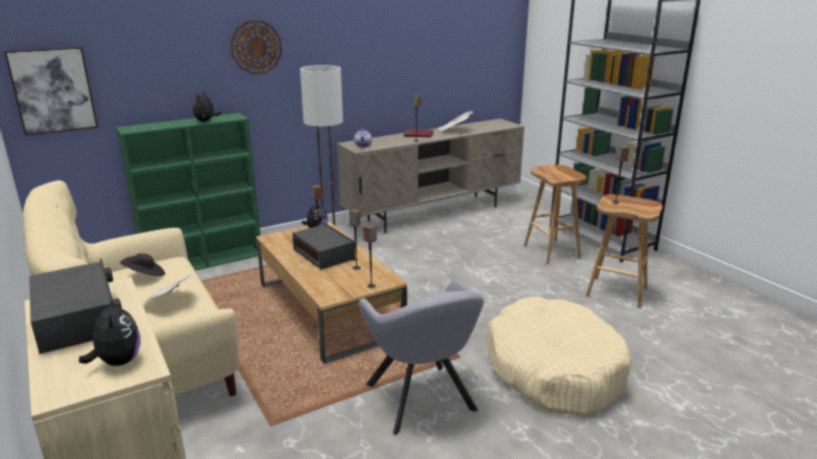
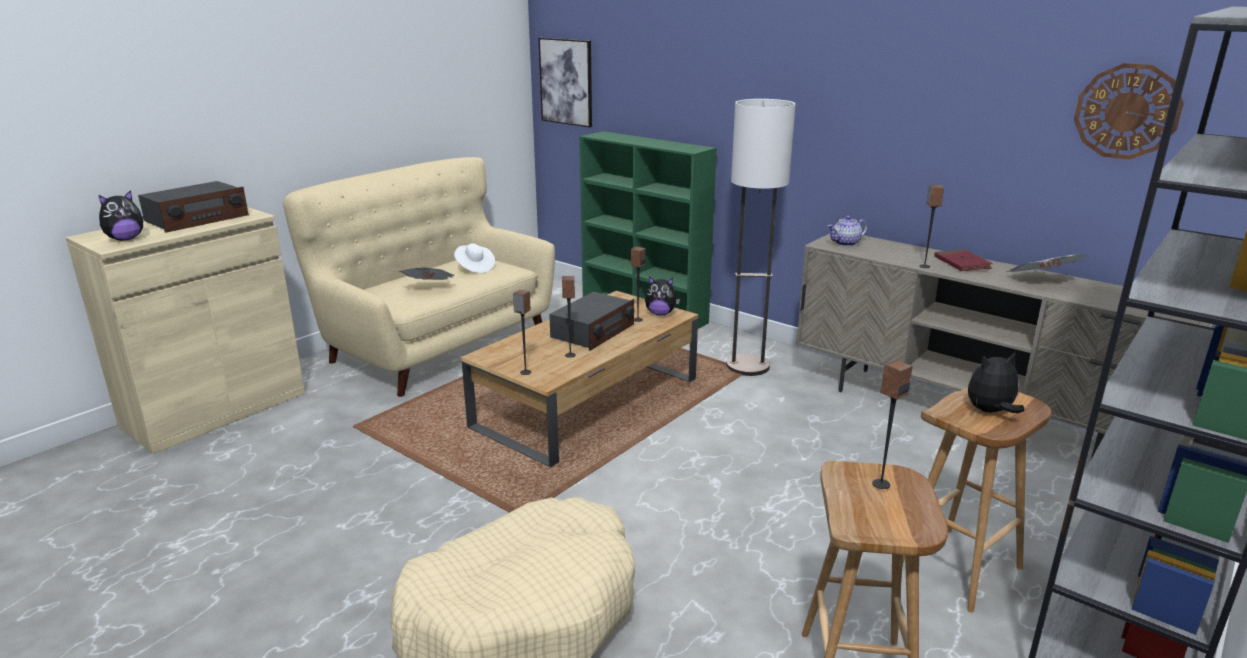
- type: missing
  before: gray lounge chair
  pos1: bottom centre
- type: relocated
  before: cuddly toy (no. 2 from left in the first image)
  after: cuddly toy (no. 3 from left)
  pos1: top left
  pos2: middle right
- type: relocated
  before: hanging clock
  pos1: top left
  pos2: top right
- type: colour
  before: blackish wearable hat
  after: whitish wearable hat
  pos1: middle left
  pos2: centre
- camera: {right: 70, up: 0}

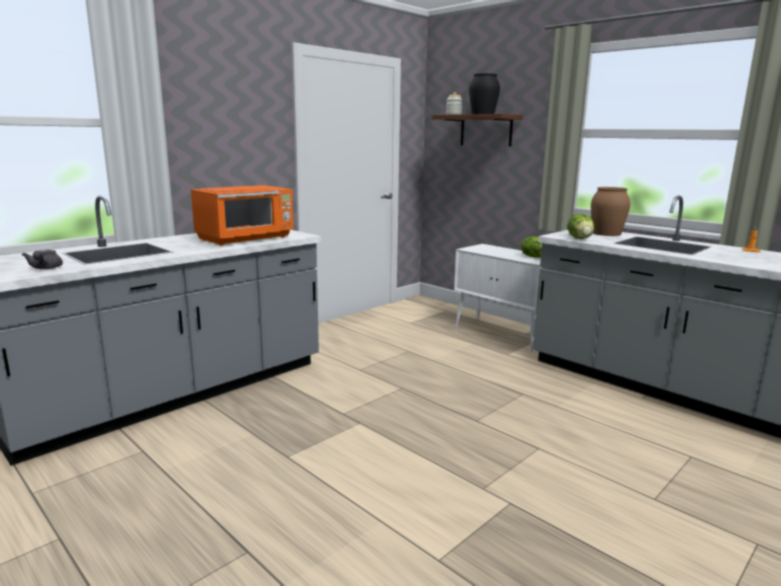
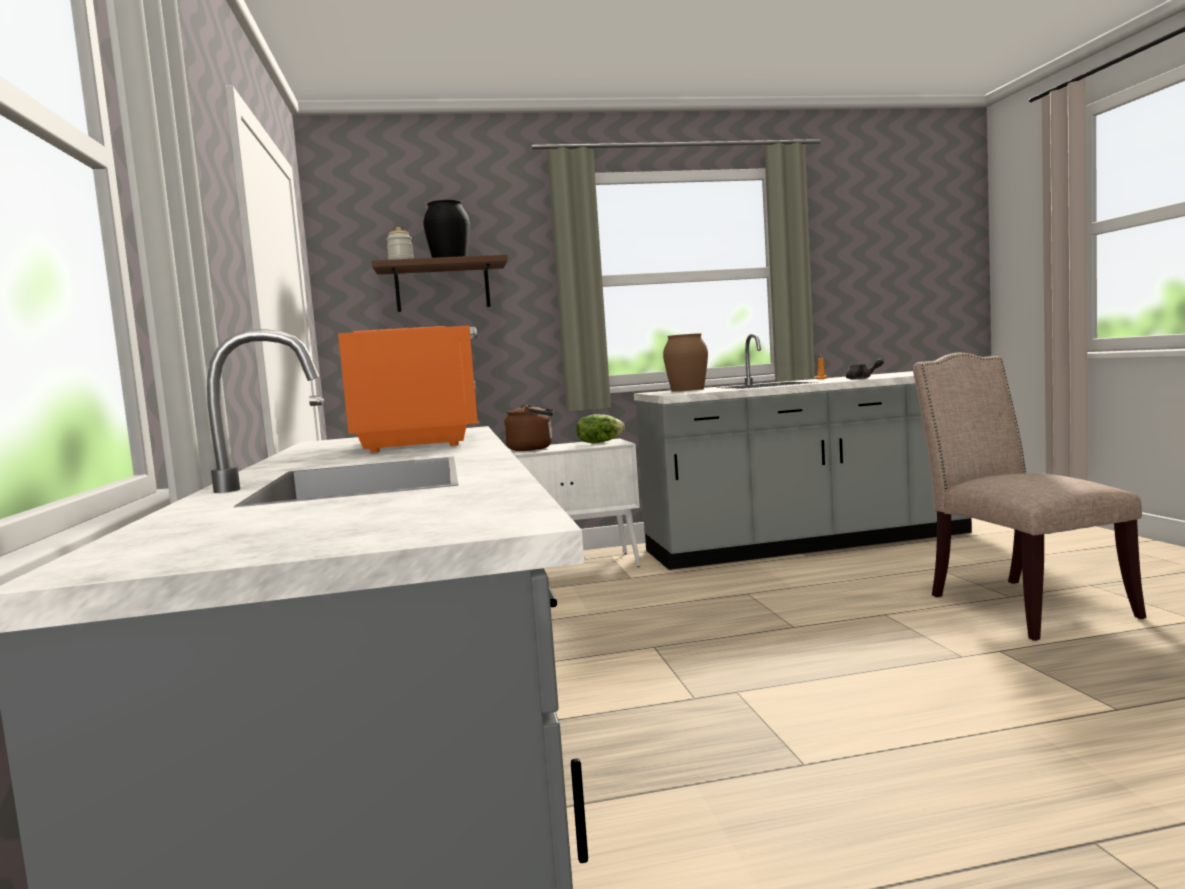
- type: missing
  before: head of lettuce (no. 2 from left)
  pos1: middle right
- type: appeared
  after: brown-coloured tea kettle
  pos2: centre
- type: appeared
  after: sand-coloured chair
  pos2: middle right
- type: relocated
  before: gray teapot
  pos1: middle left
  pos2: middle right
- camera: {right: -55, up: -10}

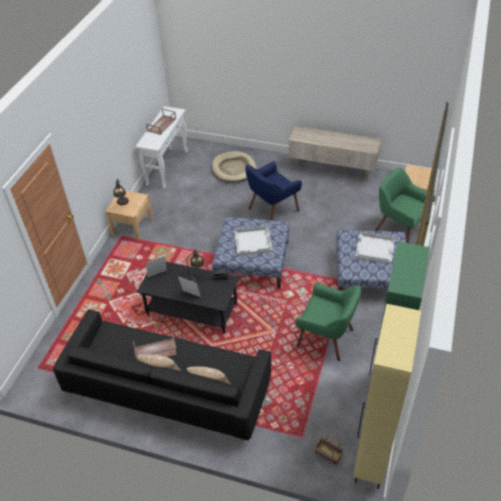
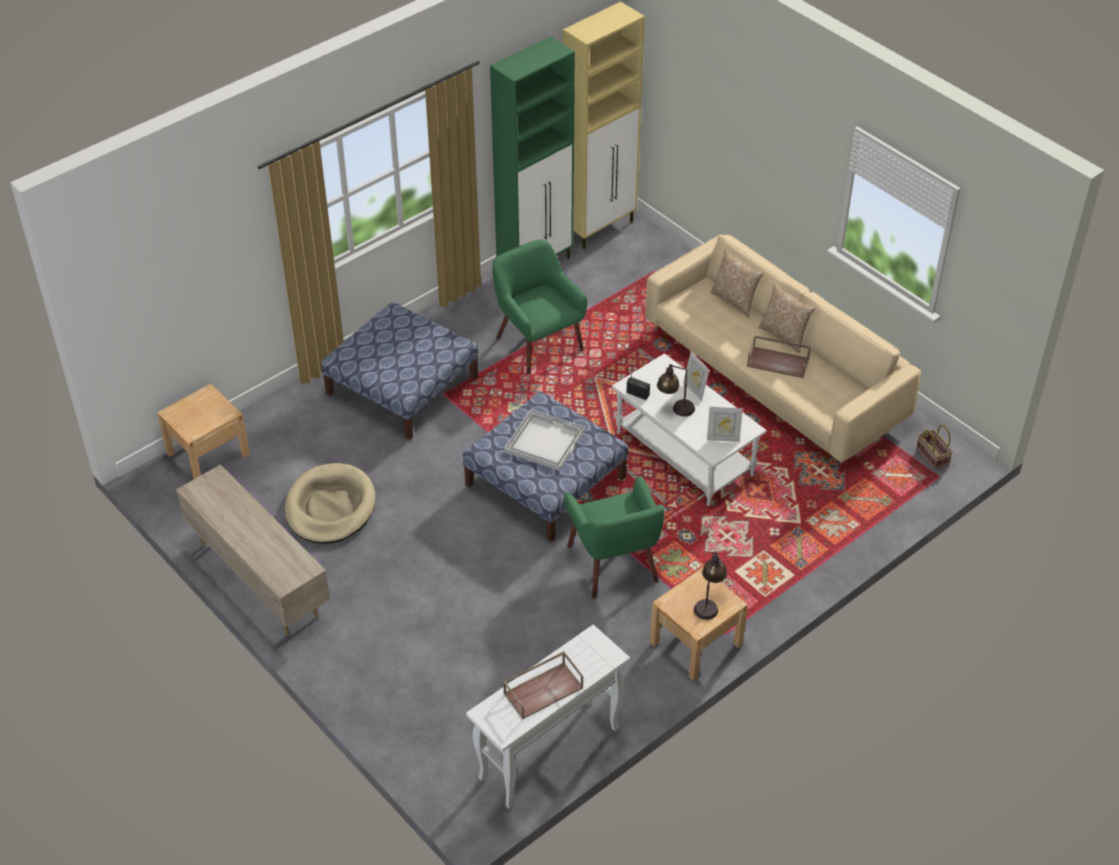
- type: missing
  before: blue-coloured lounge chair
  pos1: centre
- type: missing
  before: whitish serving tray (no. 2 from left)
  pos1: middle right
- type: relocated
  before: sand-coloured pet bed
  pos1: top centre
  pos2: middle left
- type: relocated
  before: household basket
  pos1: bottom centre
  pos2: middle right
- type: relocated
  before: green lounge chair (no. 2 from left)
  pos1: middle right
  pos2: centre
- type: colour
  before: blackish settee
  after: sand-coloured settee
  pos1: bottom left
  pos2: middle right
- type: colour
  before: blackish coffee table
  after: whitish coffee table
  pos1: centre
  pos2: centre
- camera: {right: -150, up: 0}

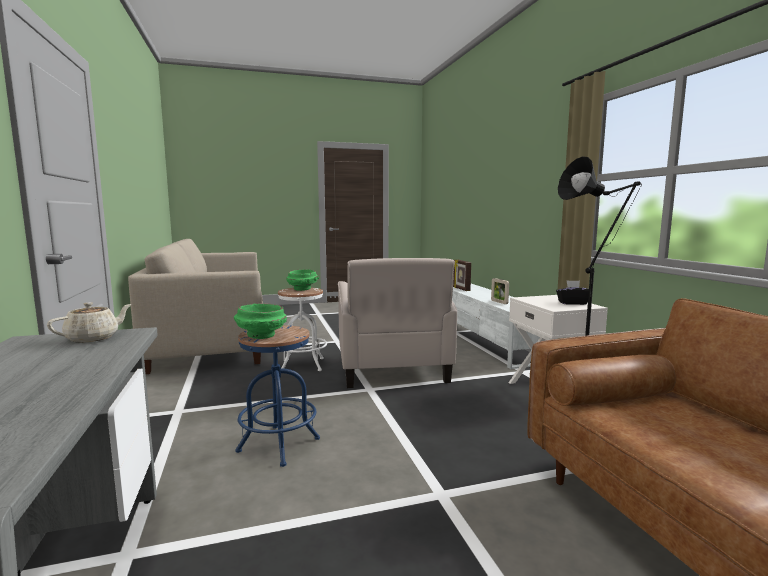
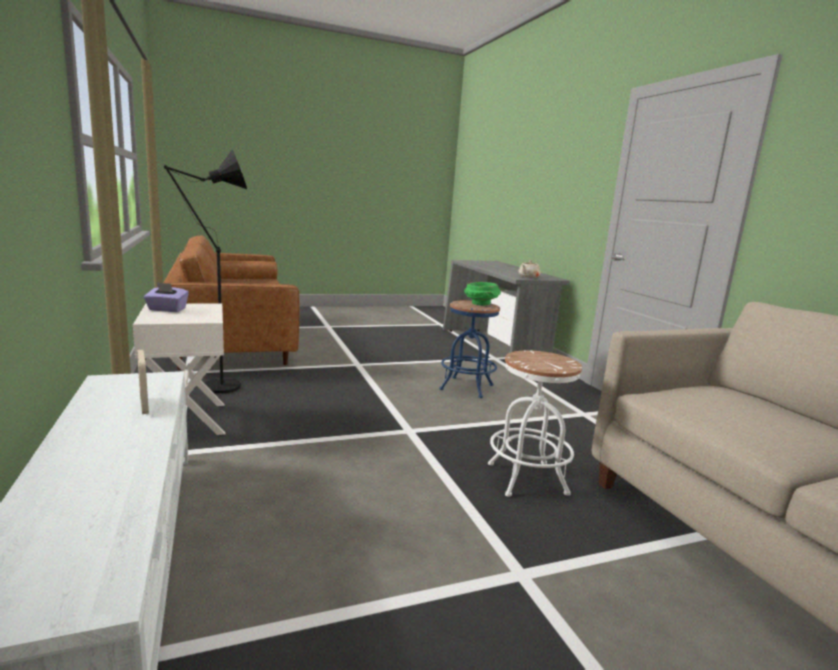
- type: missing
  before: green deep dish (no. 2 from left)
  pos1: centre
- type: missing
  before: sand-coloured lounge chair
  pos1: centre
- type: missing
  before: photo frame (no. 1 from left)
  pos1: centre
- type: colour
  before: blackish tissue holder
  after: purple-coloured tissue holder
  pos1: middle right
  pos2: middle left
- camera: {right: 175, up: 5}

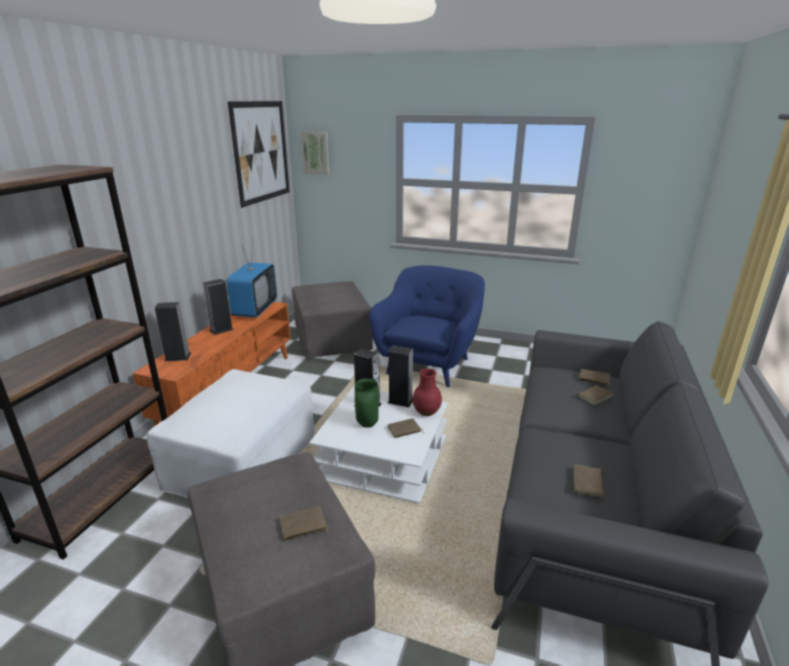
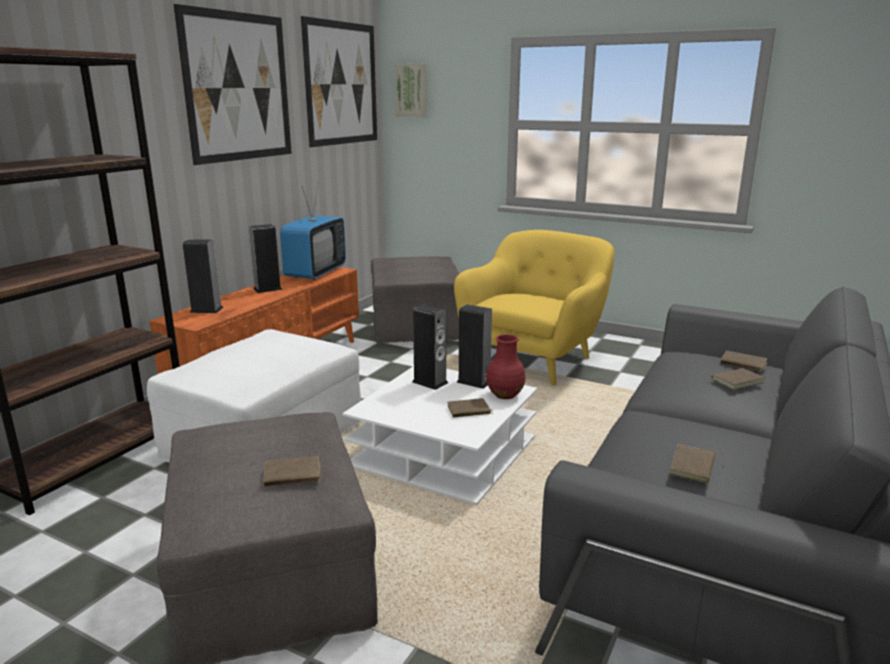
- type: missing
  before: green vase
  pos1: centre
- type: appeared
  after: wall picture (no. 1 from left)
  pos2: top left
- type: colour
  before: blue-coloured lounge chair
  after: yellow lounge chair
  pos1: centre
  pos2: centre
- camera: {right: 10, up: -5}

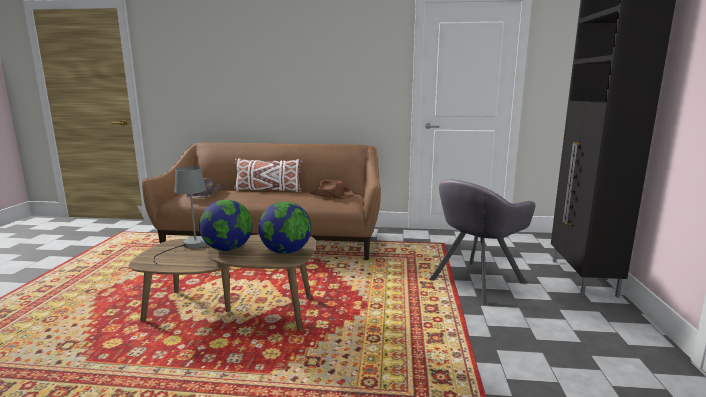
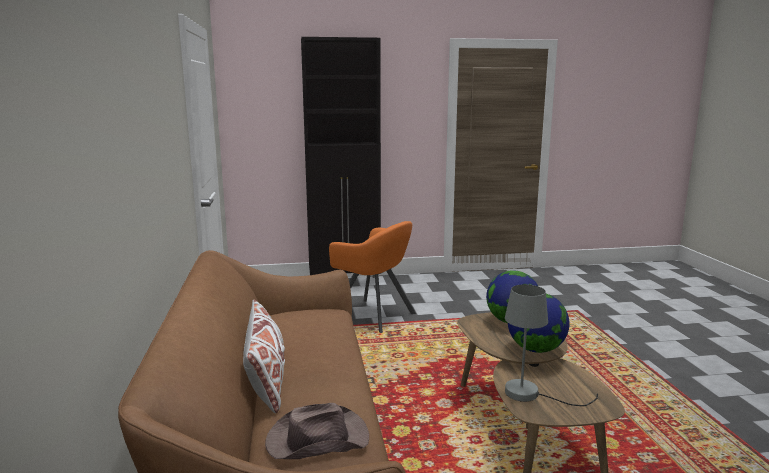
- type: missing
  before: brown-coloured wearable hat (no. 2 from left)
  pos1: centre
- type: colour
  before: gray lounge chair
  after: orange lounge chair
  pos1: middle right
  pos2: centre
- camera: {right: -105, up: 0}

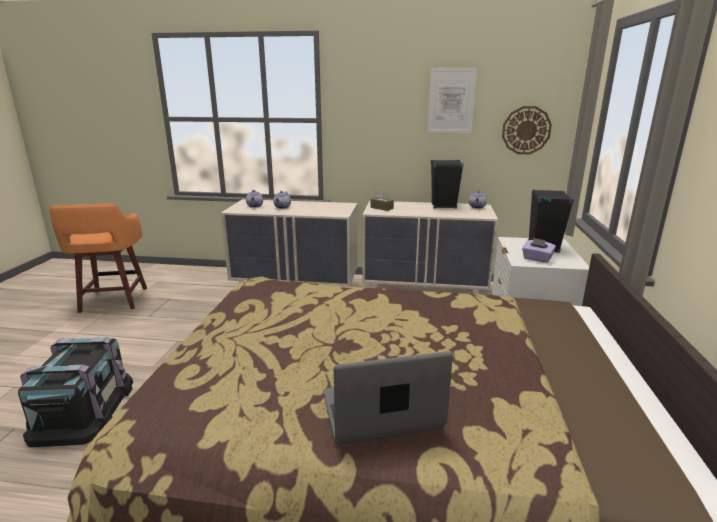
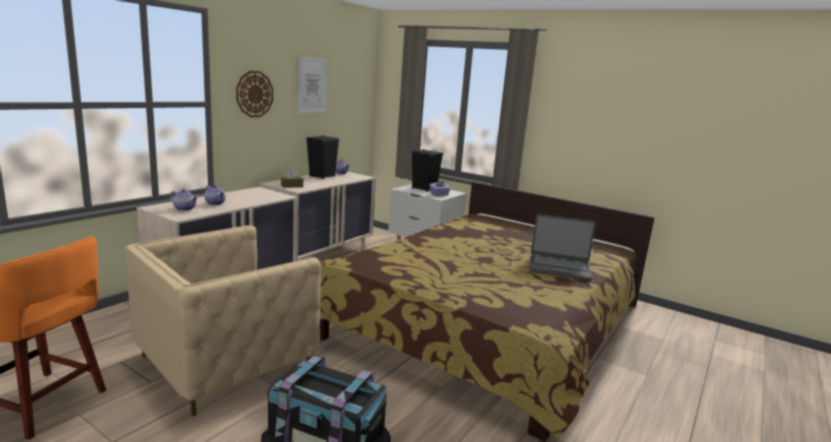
- type: appeared
  after: sand-coloured lounge chair
  pos2: bottom left
- type: relocated
  before: hanging clock
  pos1: top right
  pos2: top left
- type: spun
  before: notebook computer
  pos1: bottom centre
  pos2: middle right
  turn: -90
- camera: {right: -65, up: -5}

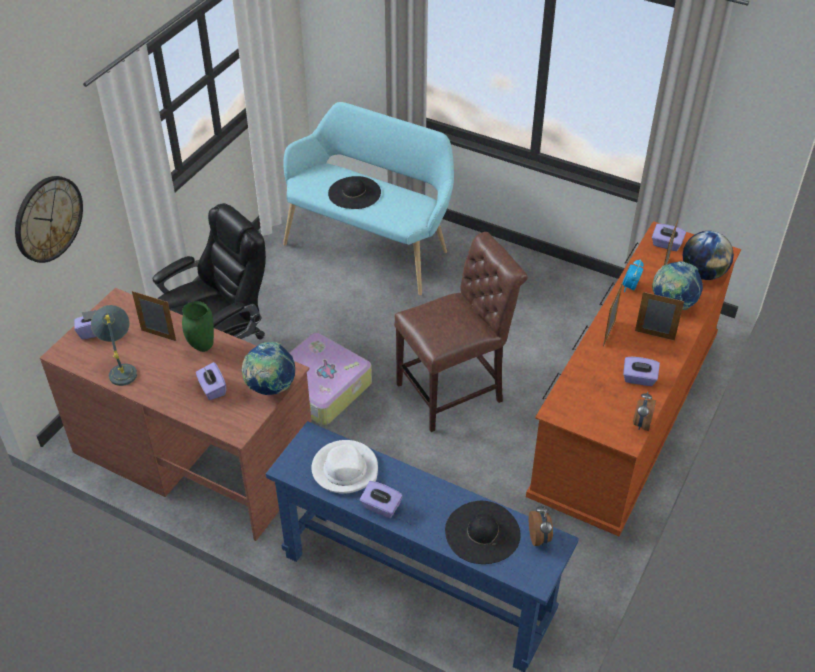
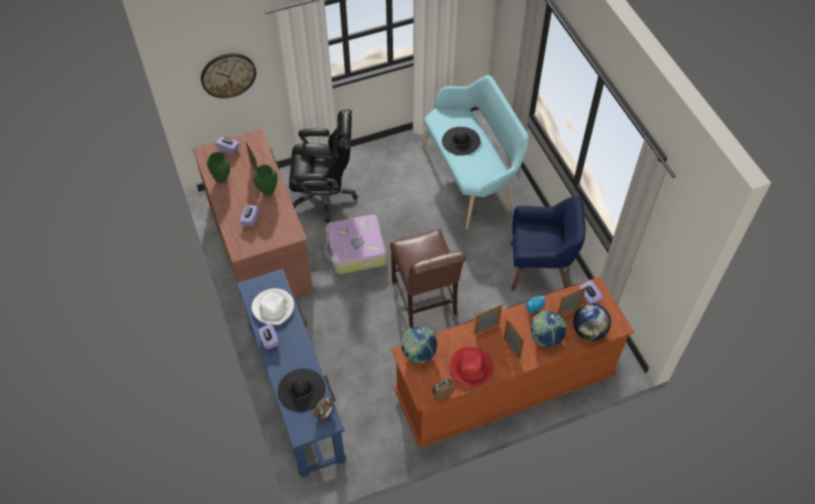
- type: appeared
  after: blue-coloured lounge chair
  pos2: middle right
- type: relocated
  before: desk globe (no. 1 from left)
  pos1: middle left
  pos2: bottom centre
- type: exchanged
  before: gray lamp for a table
  after: green vase (no. 1 from left)
  pos1: middle left
  pos2: top left
- type: exchanged
  before: purple-coloured tissue holder (no. 4 from left)
  after: reddish wearable hat
  pos1: middle right
  pos2: bottom centre
- type: spun
  before: brown-coloured chair
  pos1: centre
  pos2: centre
  turn: 60
- camera: {right: 40, up: 10}

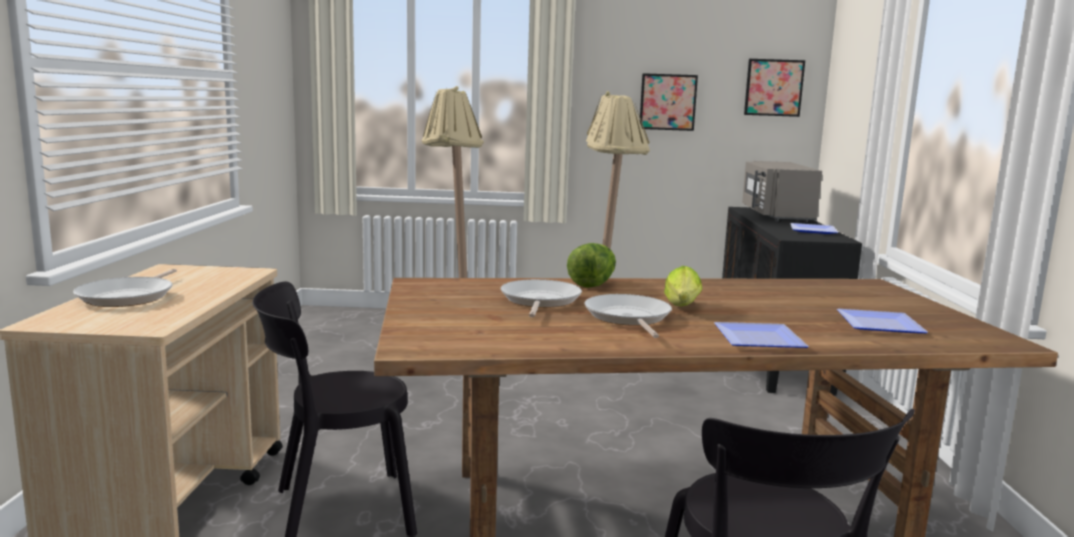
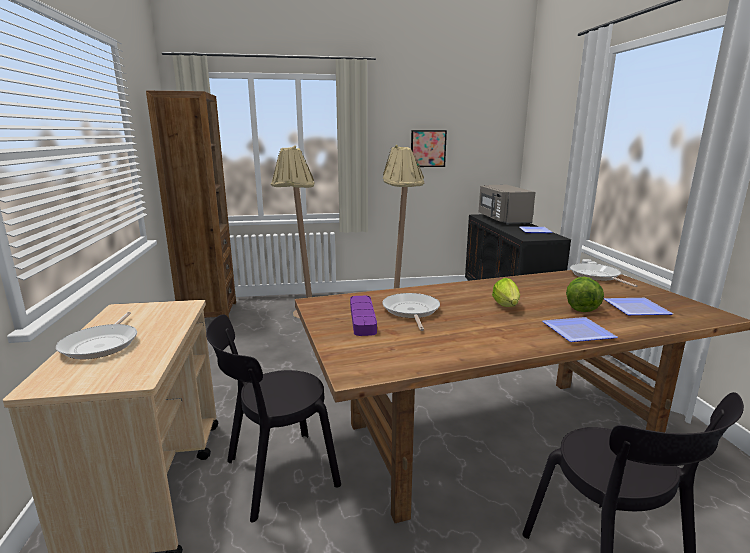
- type: missing
  before: wall picture (no. 2 from left)
  pos1: top right
- type: appeared
  after: brown-coloured shelving unit
  pos2: middle left
- type: appeared
  after: purple-coloured serving tray
  pos2: centre
- type: relocated
  before: head of lettuce (no. 1 from left in the first image)
  after: head of lettuce (no. 2 from left)
  pos1: centre
  pos2: middle right
- type: relocated
  before: pan (no. 3 from left)
  pos1: centre
  pos2: middle right
- camera: {right: -10, up: 5}

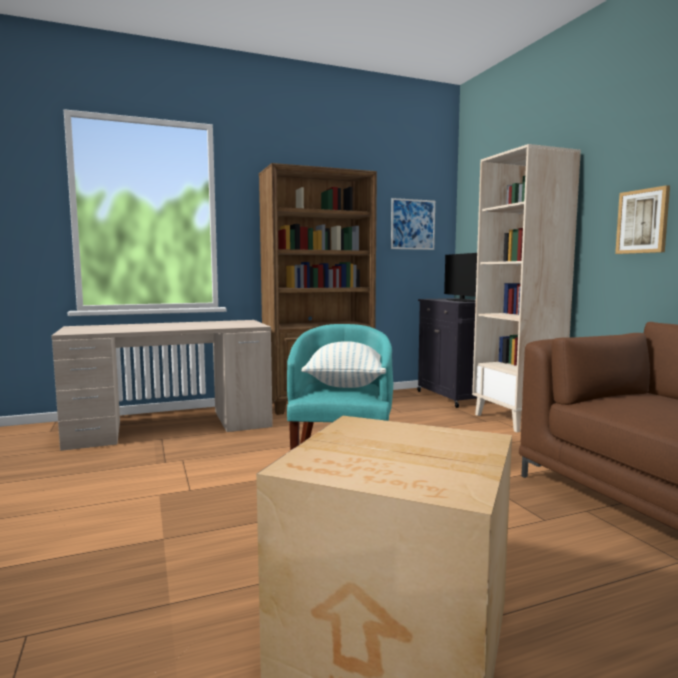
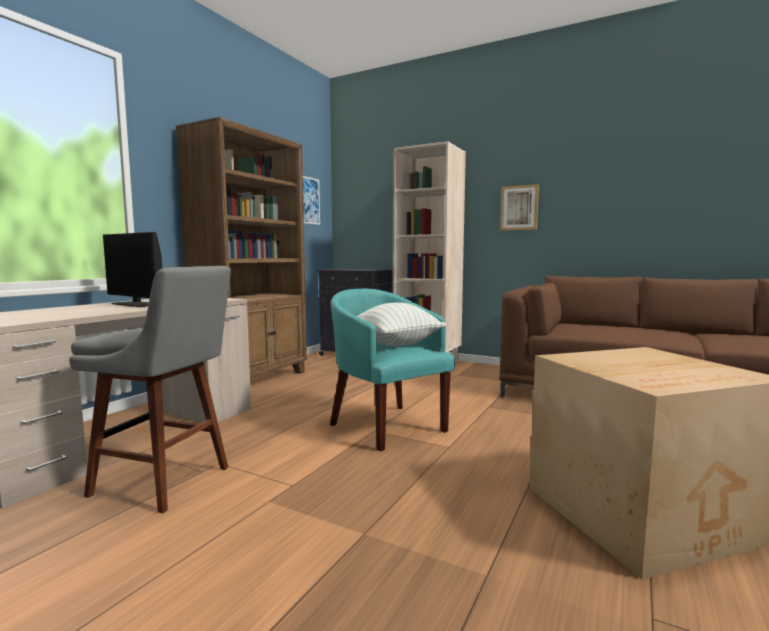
- type: appeared
  after: gray stool seat
  pos2: middle left
- type: relocated
  before: computer screen
  pos1: middle right
  pos2: middle left
- camera: {right: -40, up: 0}

